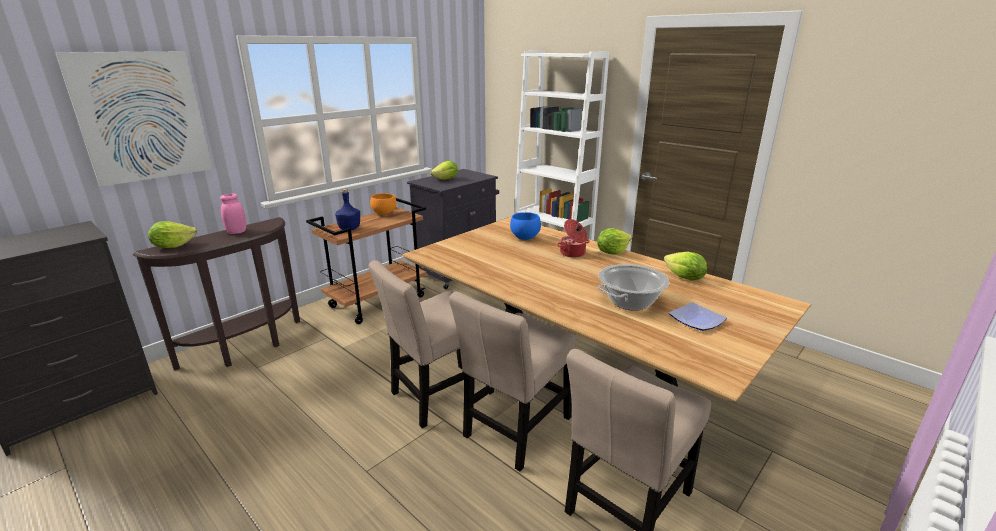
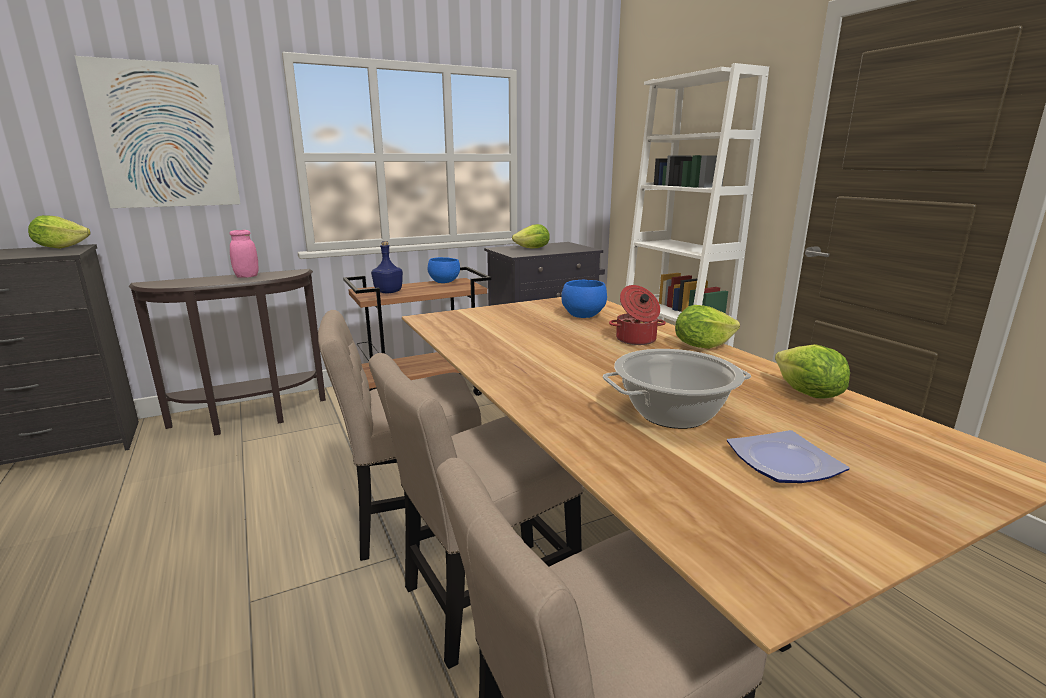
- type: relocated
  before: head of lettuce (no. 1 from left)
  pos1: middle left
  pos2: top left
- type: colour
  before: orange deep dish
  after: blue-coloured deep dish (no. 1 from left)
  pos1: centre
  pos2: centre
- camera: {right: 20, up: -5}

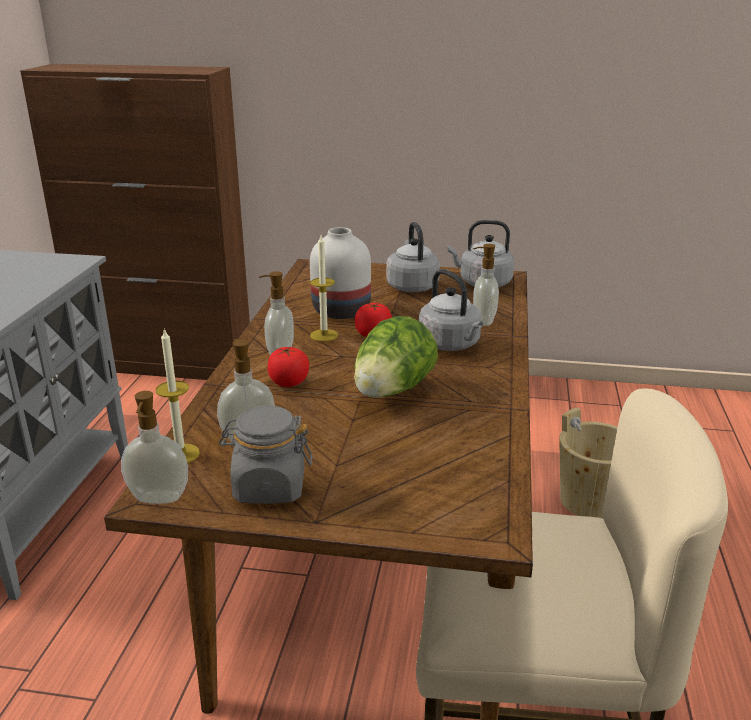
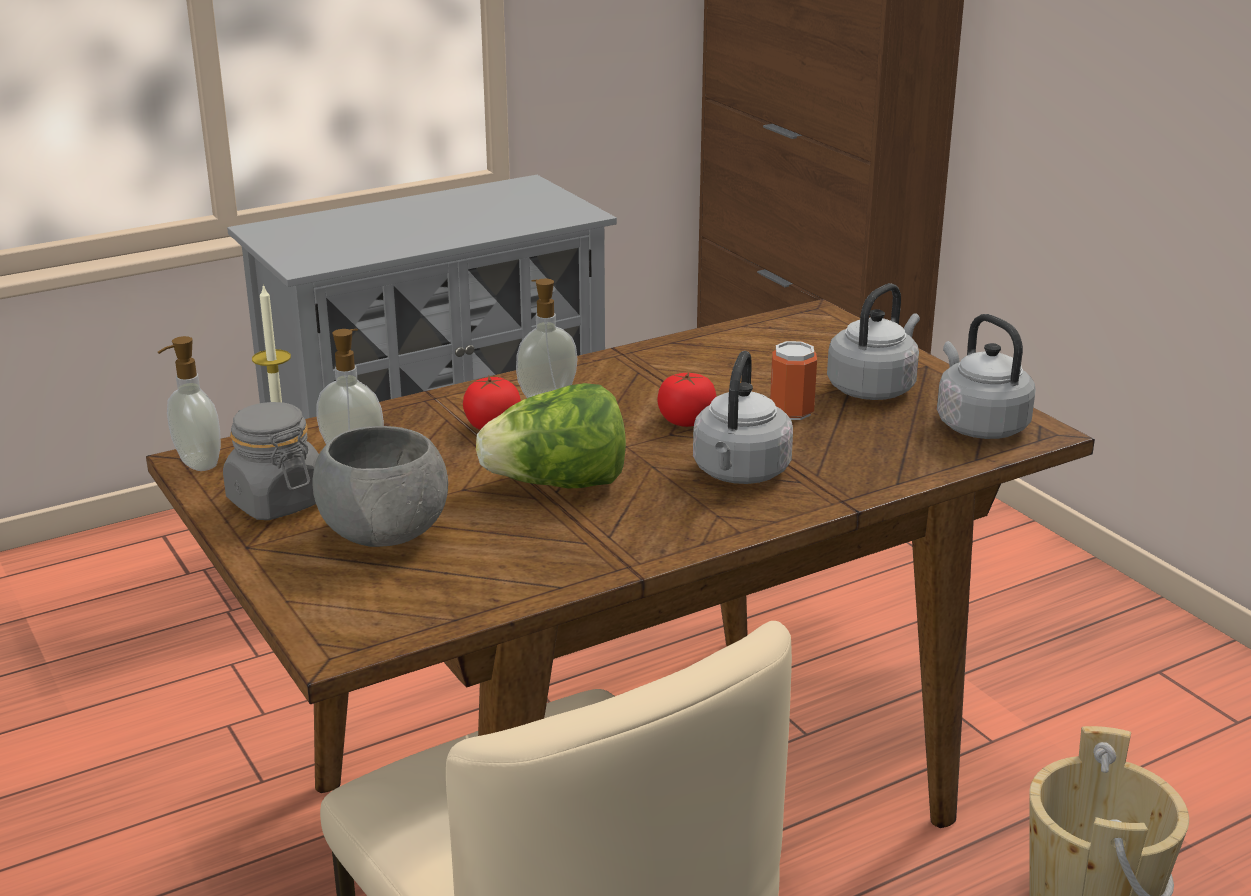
- type: missing
  before: whitish vase
  pos1: centre
- type: missing
  before: wax light (no. 2 from left)
  pos1: centre
- type: missing
  before: liquid soap bottle (no. 4 from left)
  pos1: centre
- type: appeared
  after: gray deep dish
  pos2: middle left
- type: appeared
  after: sealed can
  pos2: centre
- camera: {right: 50, up: 0}

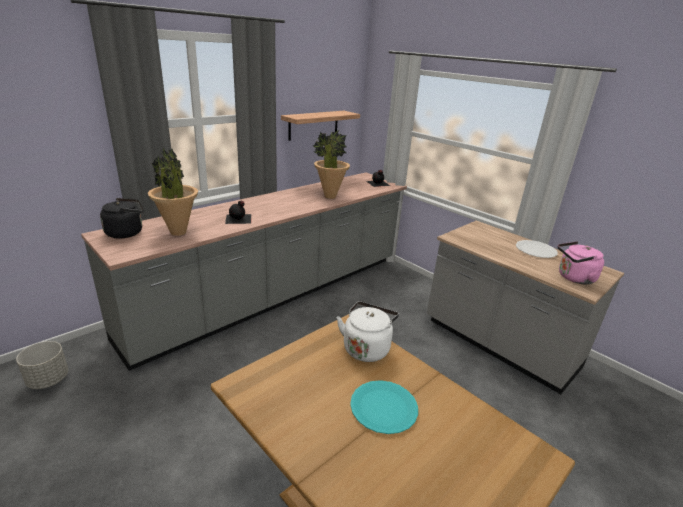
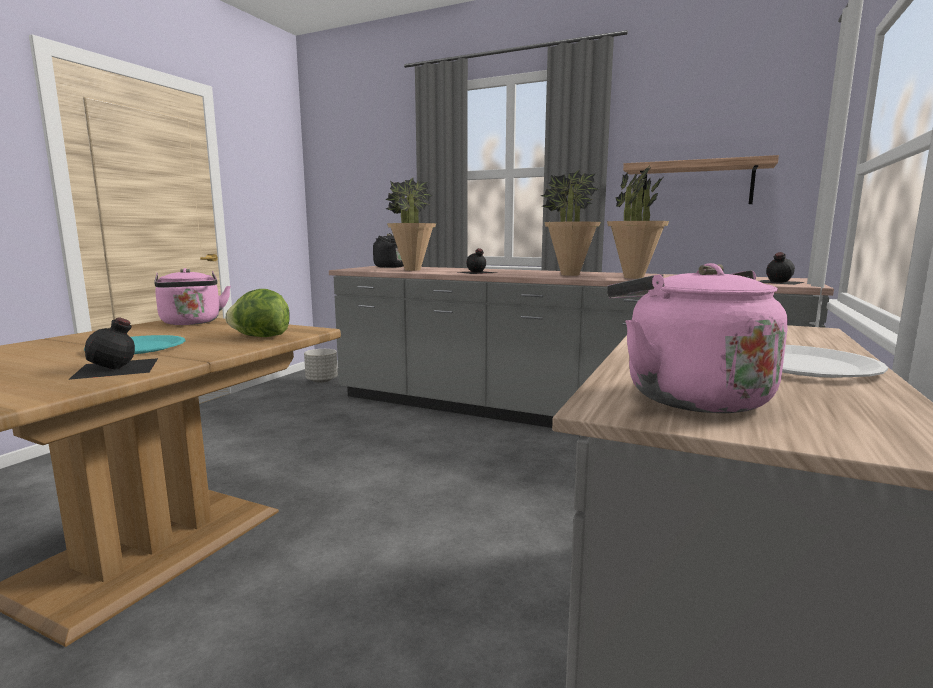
- type: appeared
  after: blackish bottle (no. 1 from left)
  pos2: middle left
- type: appeared
  after: pink-coloured tea kettle (no. 1 from left)
  pos2: middle left
- type: appeared
  after: potted plant (no. 2 from left)
  pos2: top centre
- type: exchanged
  before: whitish tea kettle
  after: head of lettuce
  pos1: centre
  pos2: middle left
- camera: {right: 70, up: -15}

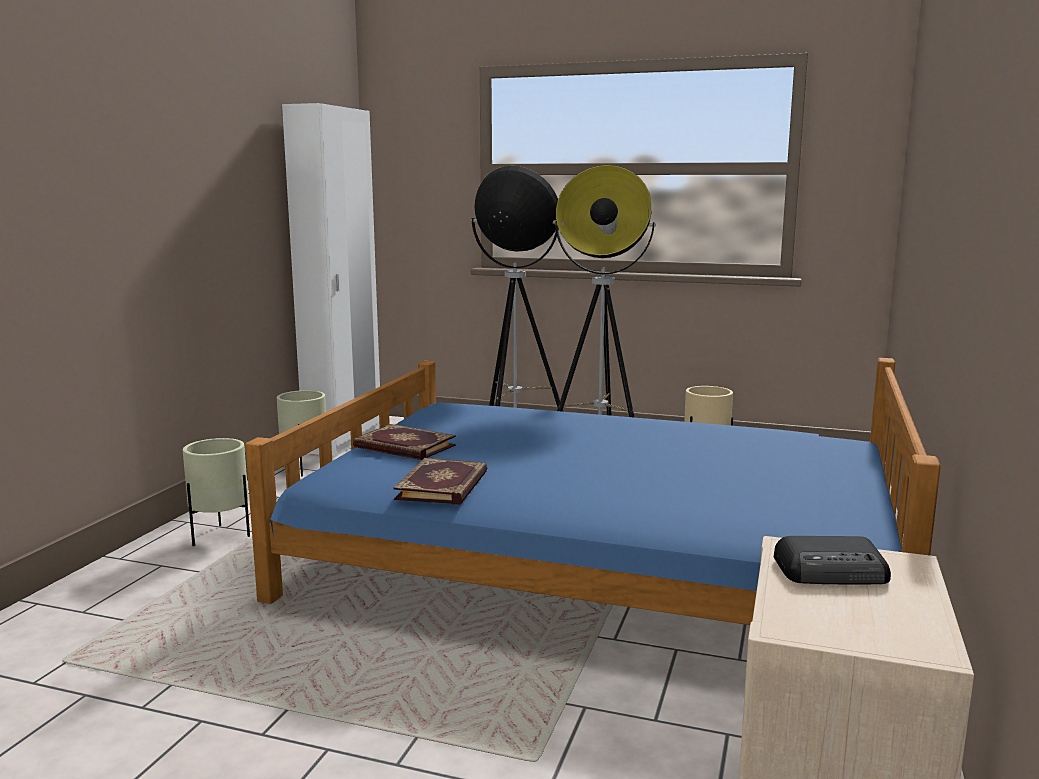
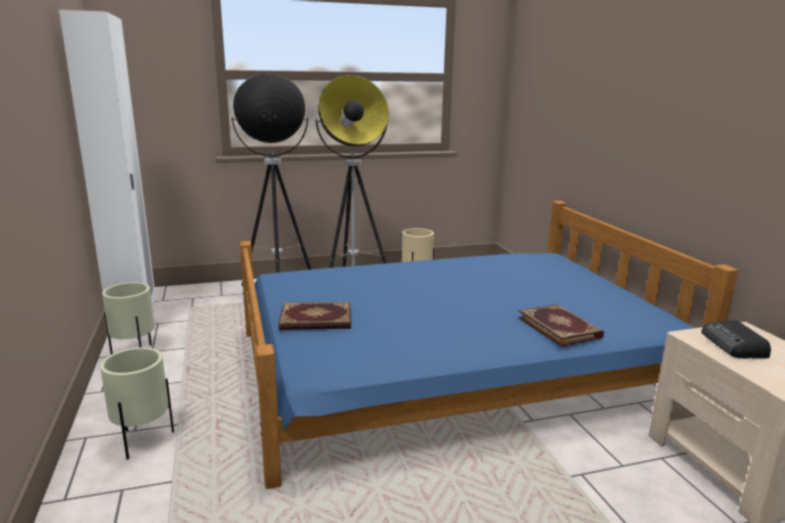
- type: relocated
  before: book (no. 2 from left)
  pos1: centre
  pos2: middle right
- type: spun
  before: radio receiver
  pos1: bottom right
  pos2: middle right
  turn: 120
- camera: {right: -35, up: 5}

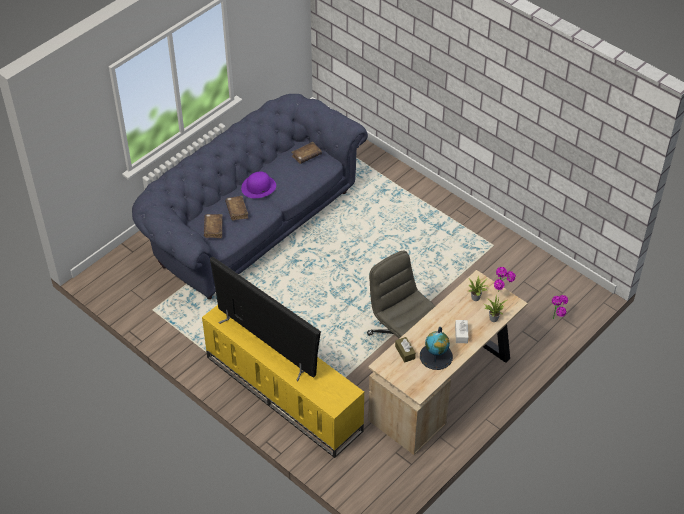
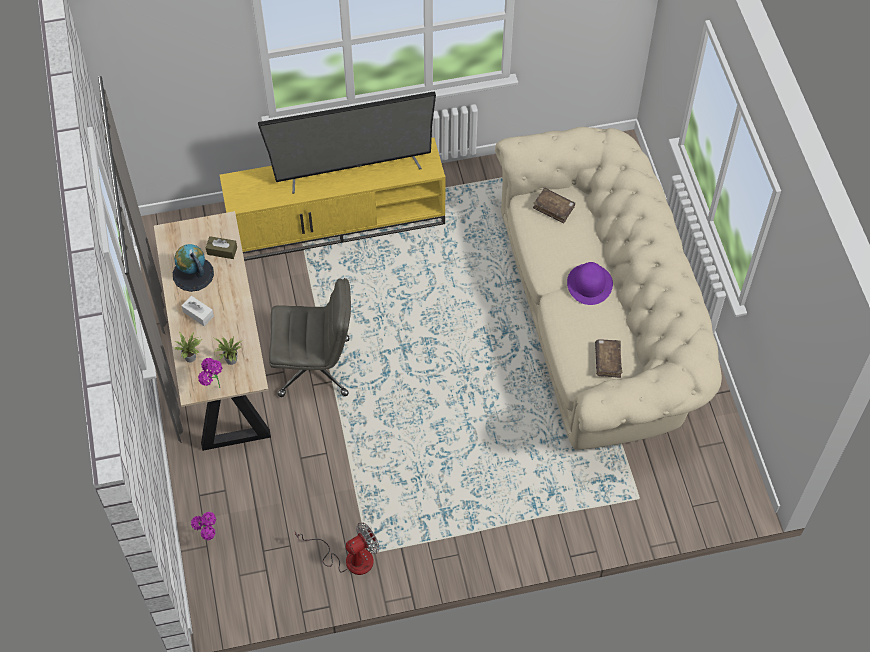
- type: missing
  before: brown-coloured book (no. 2 from left)
  pos1: centre
- type: appeared
  after: fan
  pos2: bottom centre
- type: colour
  before: blue-coloured settee
  after: sand-coloured settee
  pos1: centre
  pos2: middle right
- camera: {right: 125, up: 10}

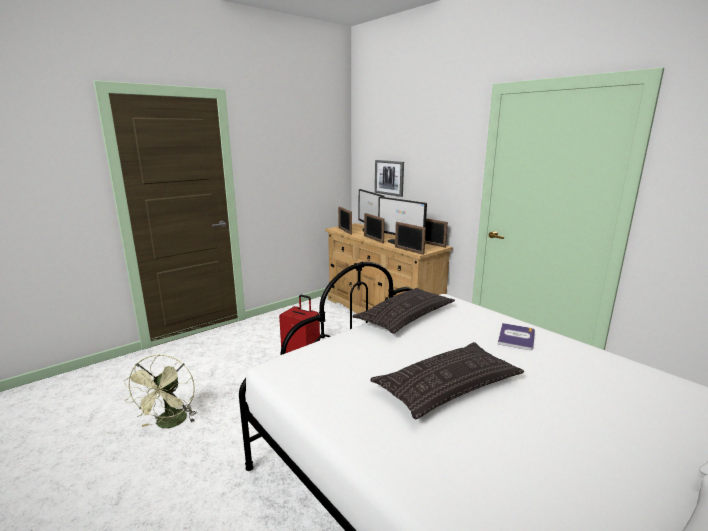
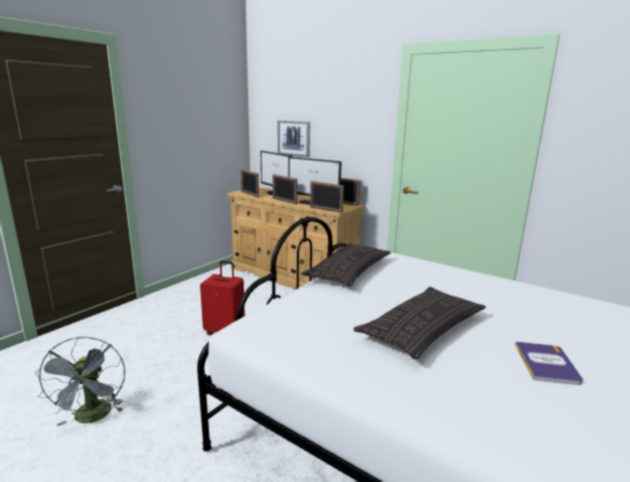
- type: relocated
  before: book
  pos1: middle right
  pos2: bottom right
- type: colour
  before: green fan
  after: gray fan
  pos1: bottom left
  pos2: bottom left
- camera: {right: -15, up: 0}

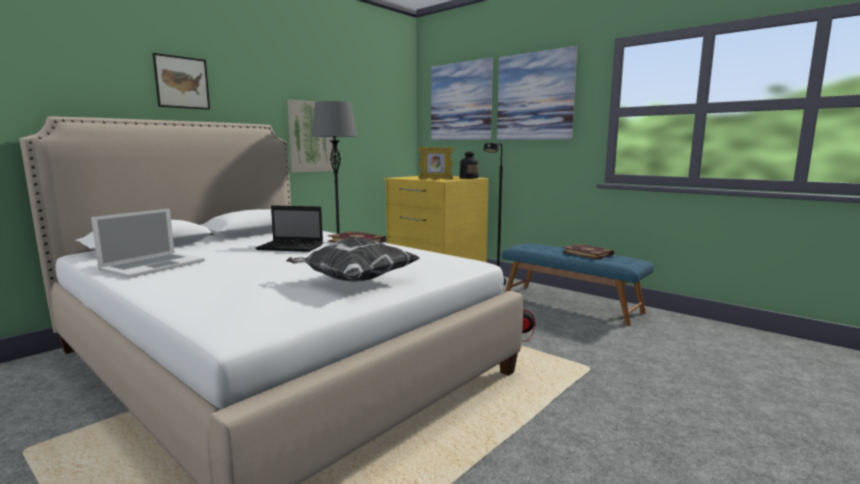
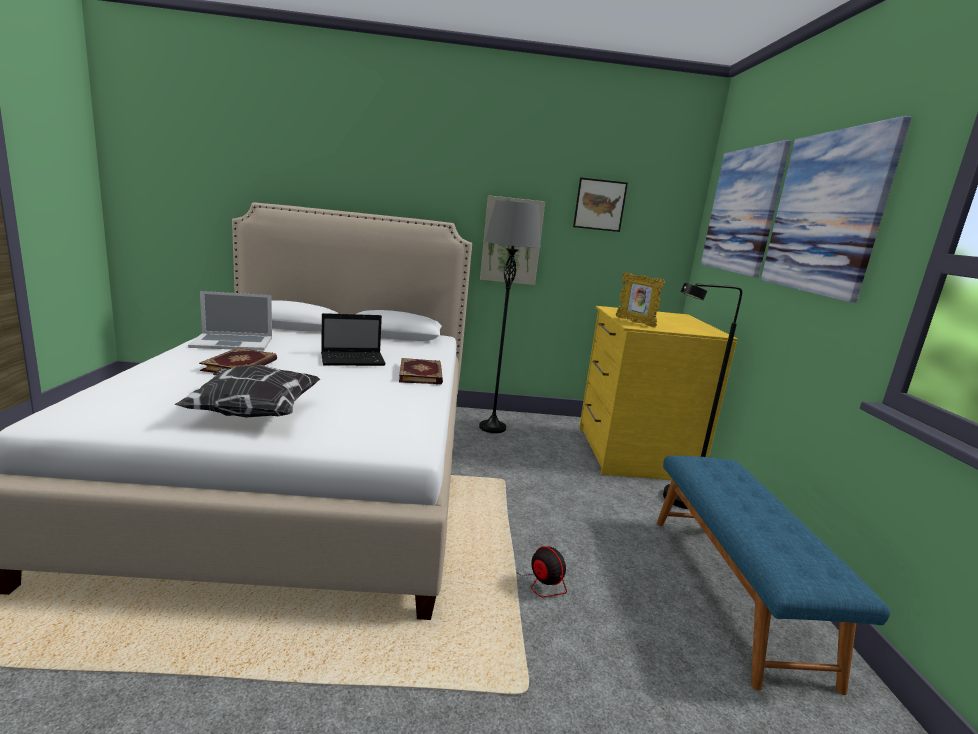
- type: missing
  before: bottle
  pos1: centre
- type: relocated
  before: wall picture (no. 1 from left in the first image)
  after: wall picture (no. 2 from left)
  pos1: top left
  pos2: top centre
- type: relocated
  before: book (no. 2 from left in the first image)
  after: book (no. 1 from left)
  pos1: middle right
  pos2: middle left
- type: spun
  before: notebook computer (no. 2 from left)
  pos1: centre
  pos2: centre
  turn: -75
- camera: {right: 45, up: 5}

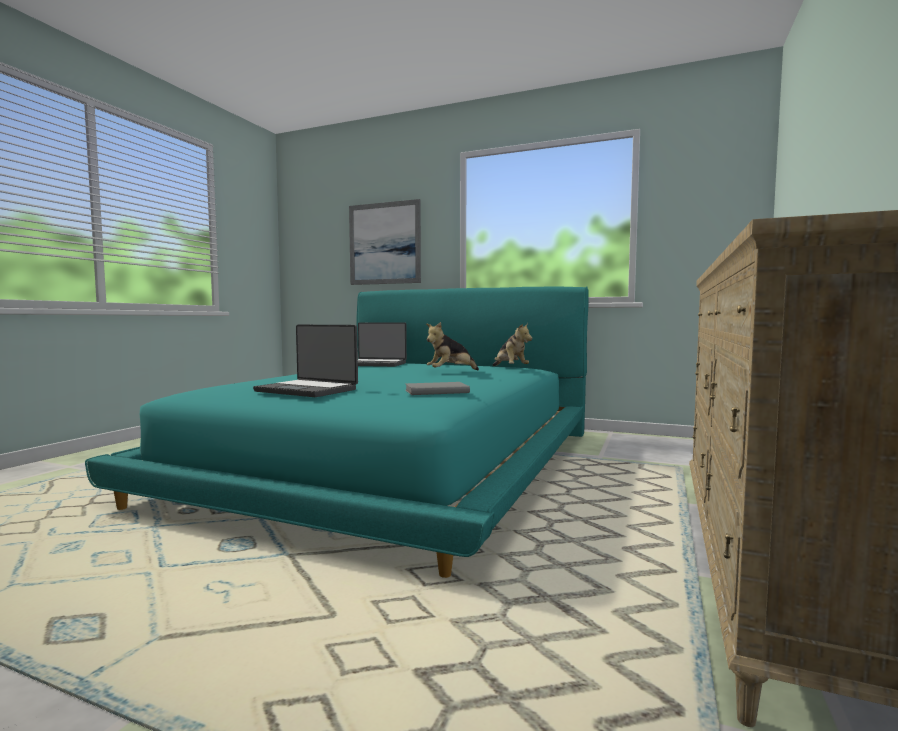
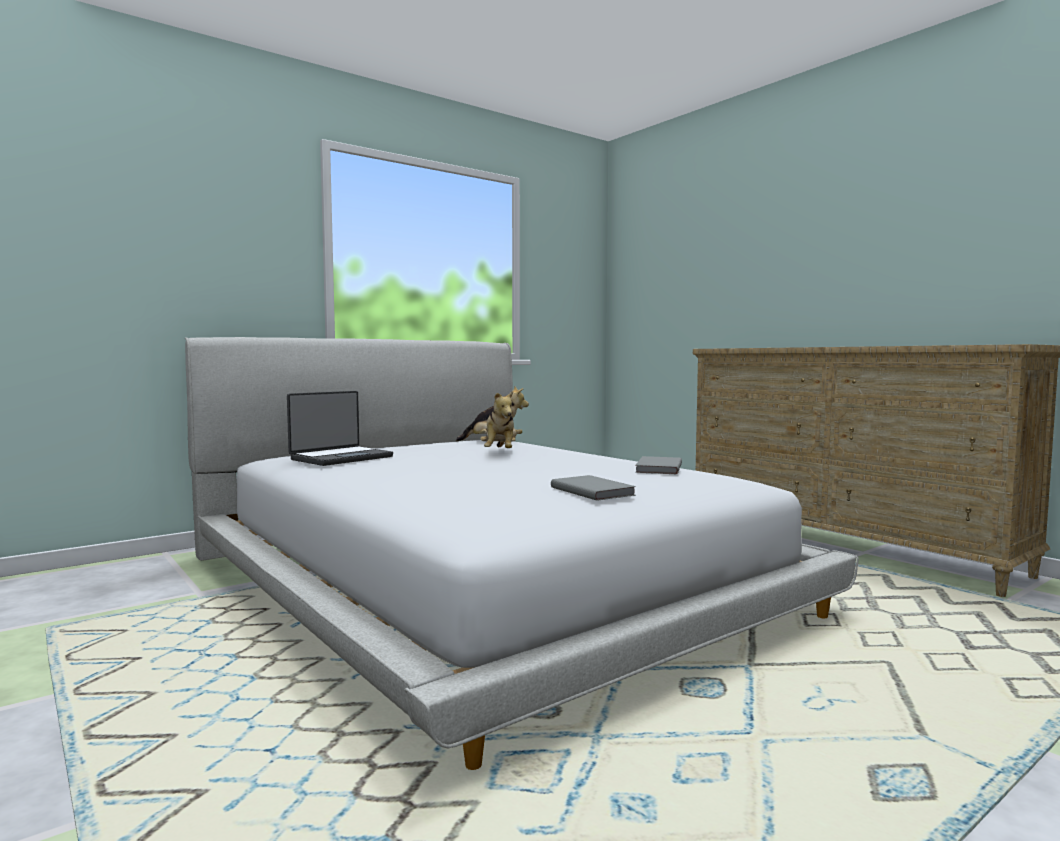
- type: missing
  before: wall picture
  pos1: top centre
- type: exchanged
  before: notebook computer (no. 1 from left)
  after: gray book (no. 1 from left)
  pos1: centre
  pos2: centre
- type: colour
  before: turquoise-coloured bedroom bed
  after: whitish bedroom bed
  pos1: centre
  pos2: centre
- camera: {right: -60, up: 0}

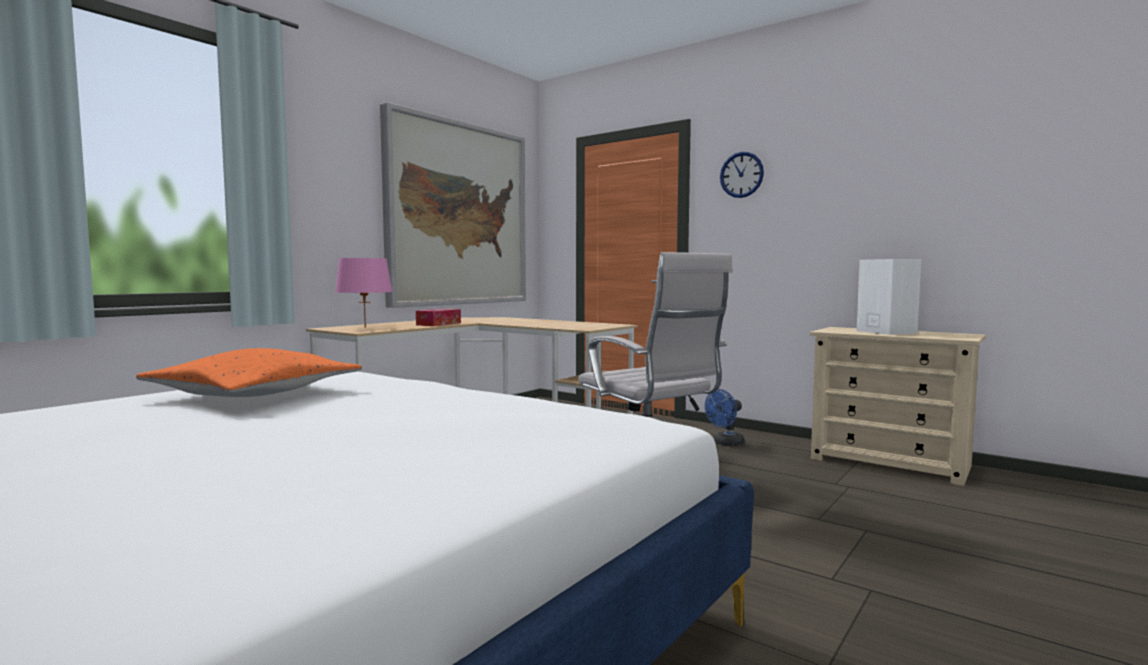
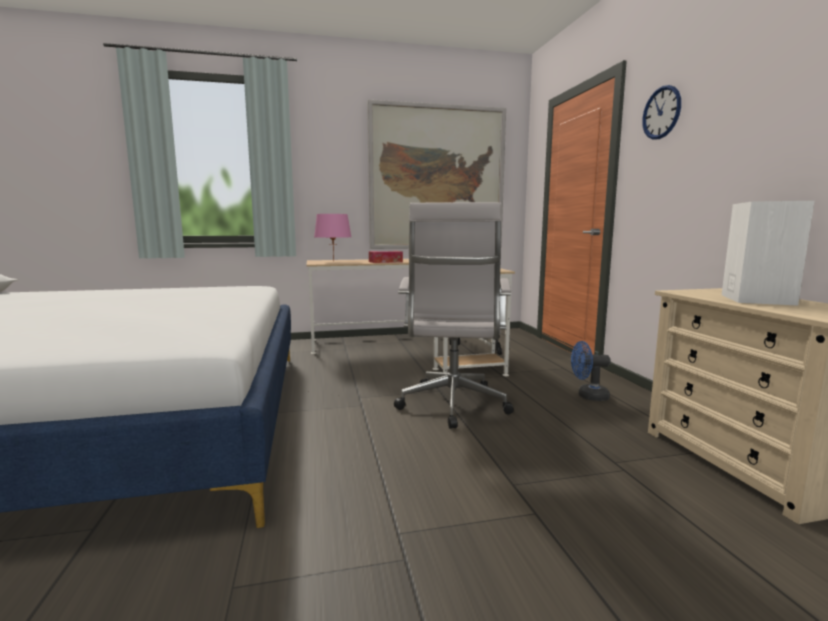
- type: missing
  before: orange throw pillow
  pos1: middle left
- camera: {right: 40, up: 5}

